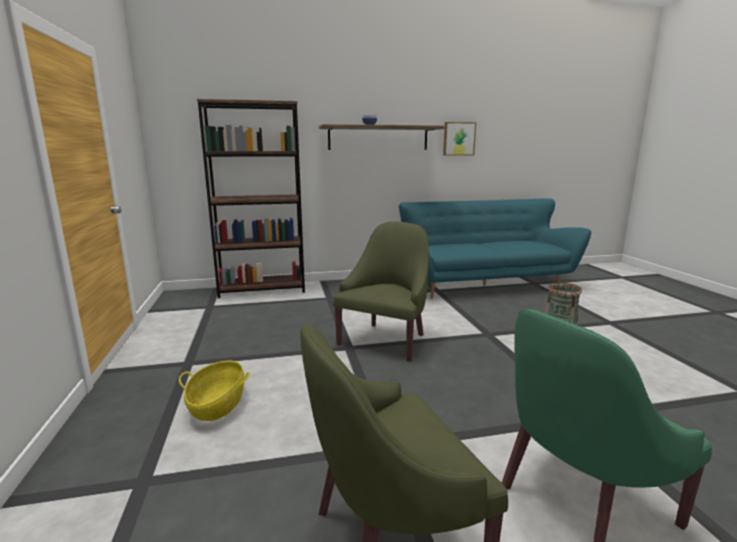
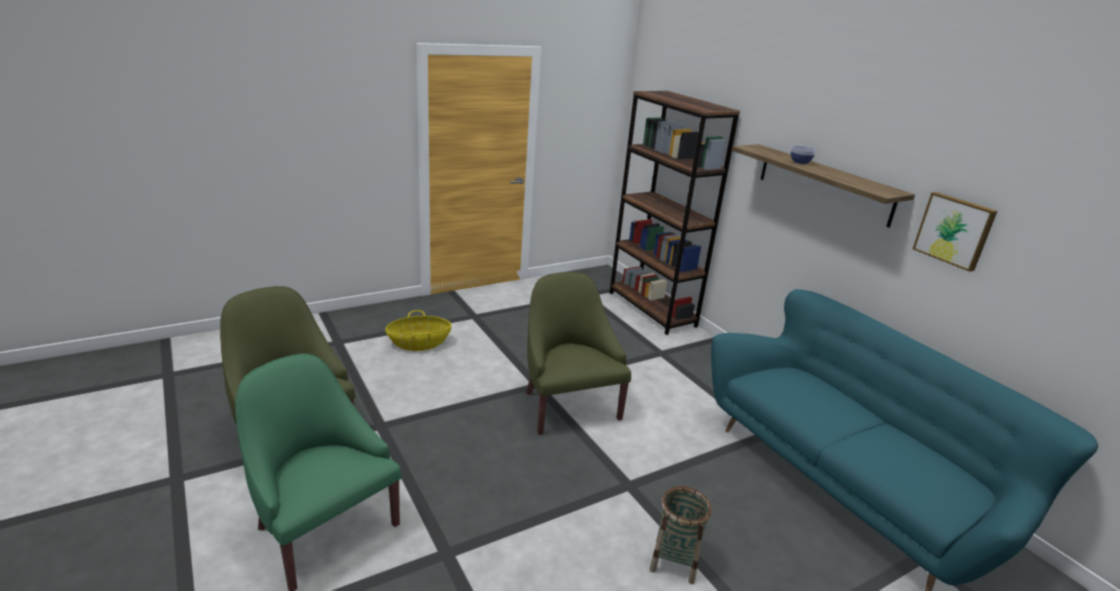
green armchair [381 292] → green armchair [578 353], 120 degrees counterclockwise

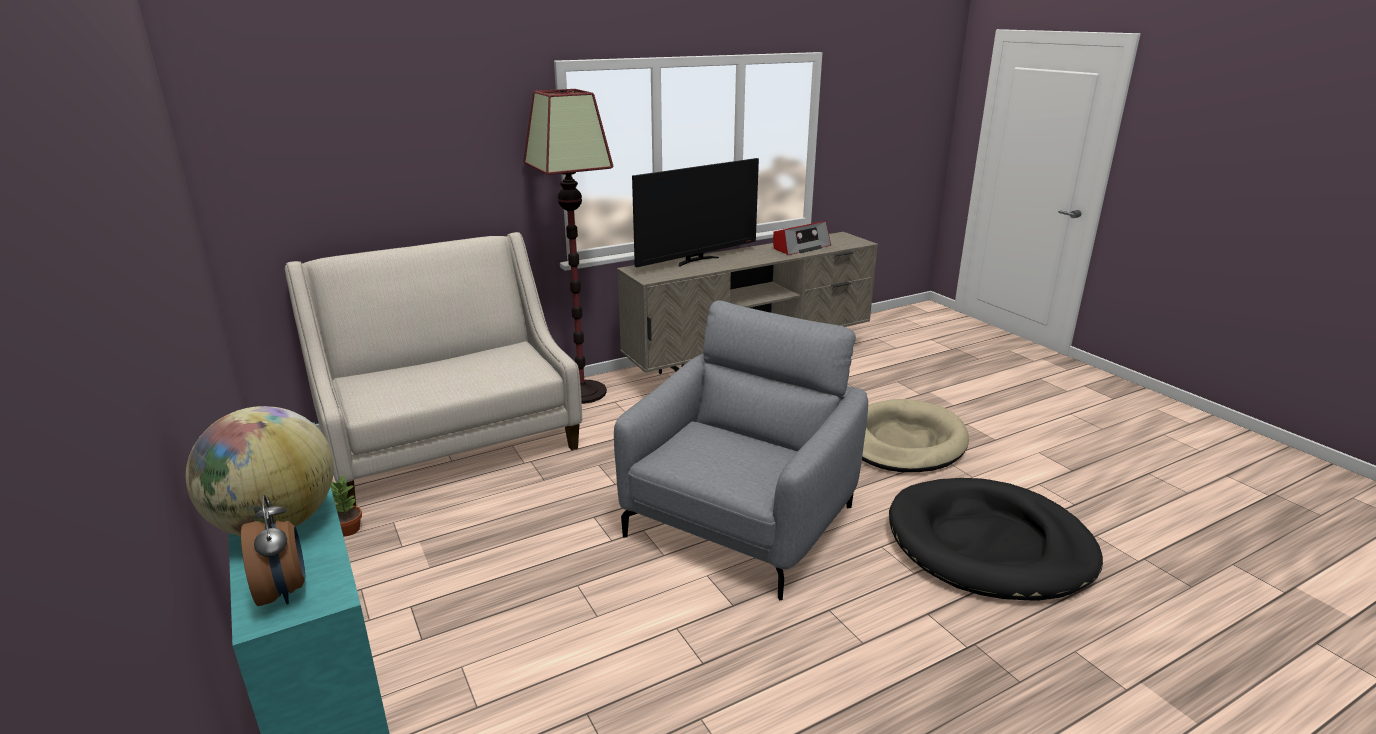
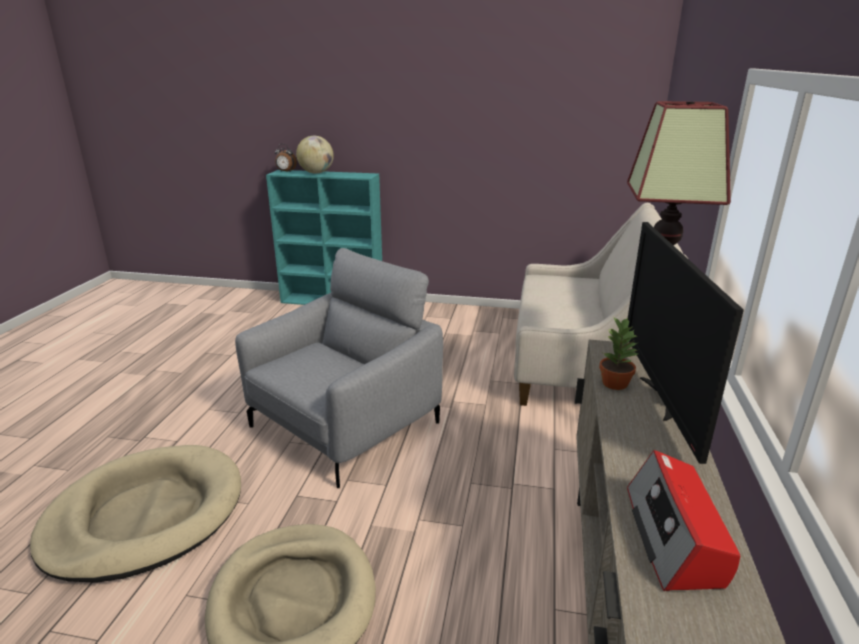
black dog bed [996 539] → beige dog bed [135 514]
grey armchair [741 450] → grey armchair [339 368], 120 degrees counterclockwise
potted plant [346 505] → potted plant [618 353], moved

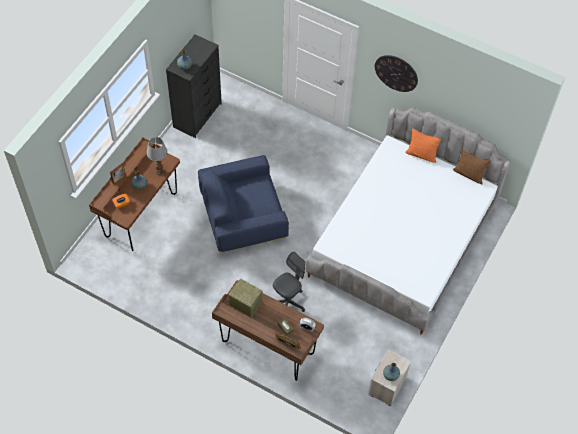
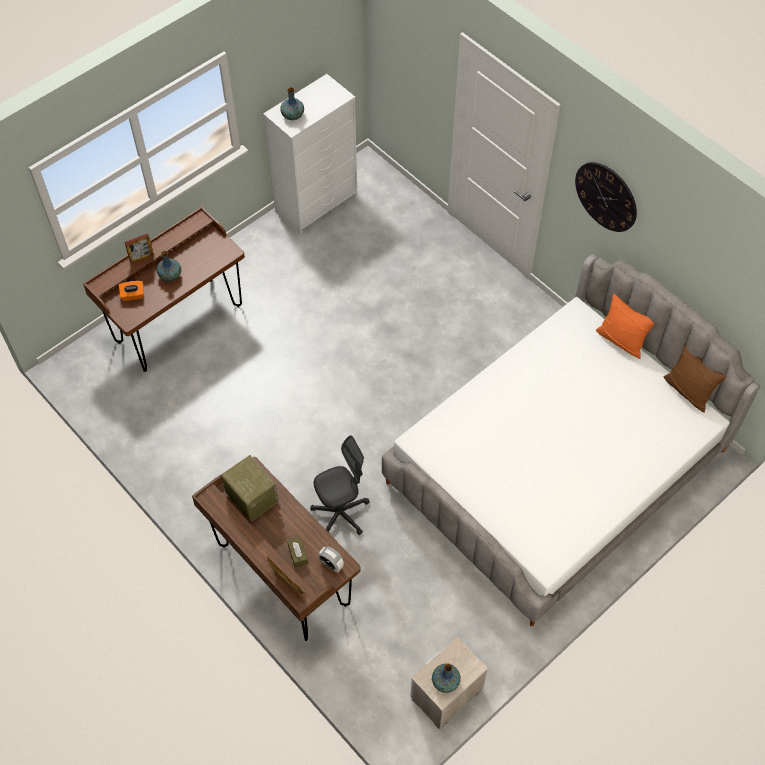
black dresser [194 86] → white dresser [310 154]
table lamp [157 156] → -
blue armchair [243 203] → -

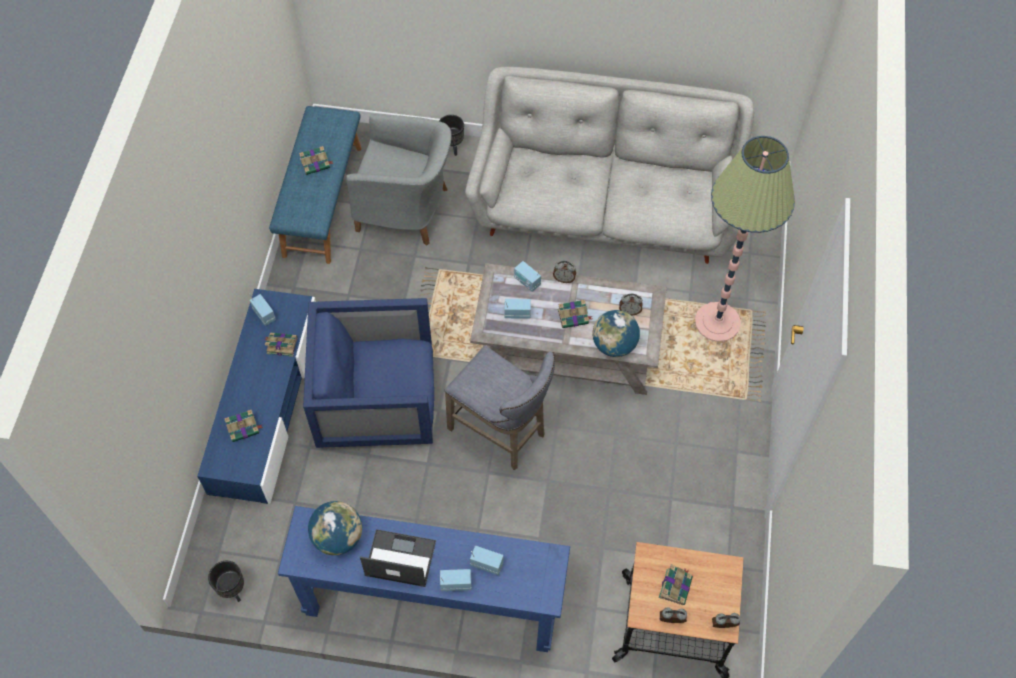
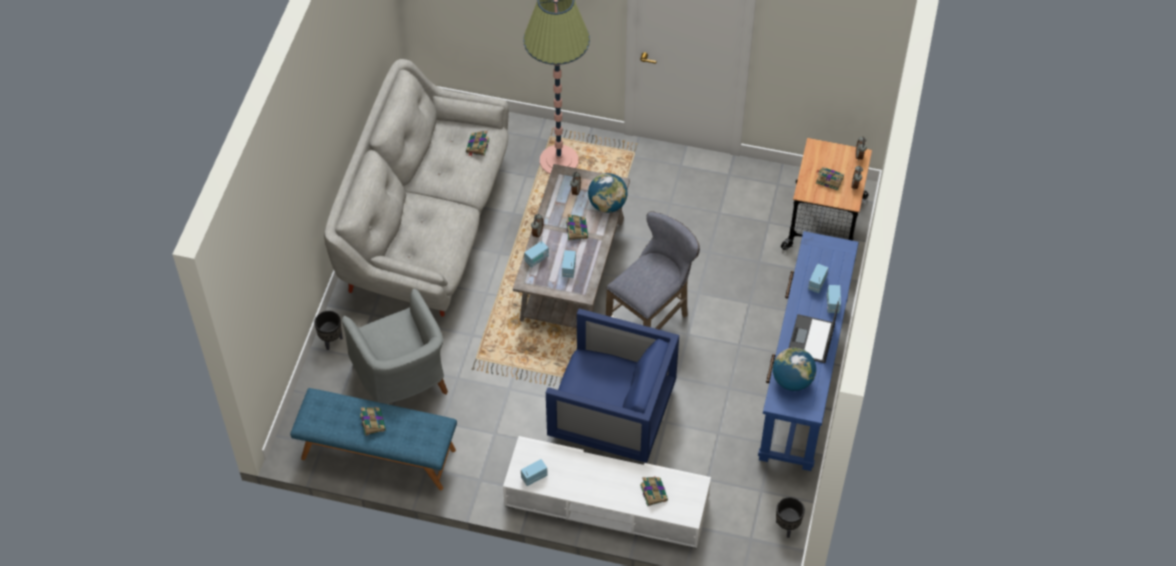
grey armchair [399 180] → grey armchair [395 346], 135 degrees clockwise
book [281 345] → book [478 144], moved
blue tv stand [256 396] → white tv stand [607 492]
blue armchair [368 373] → blue armchair [612 385], 75 degrees counterclockwise

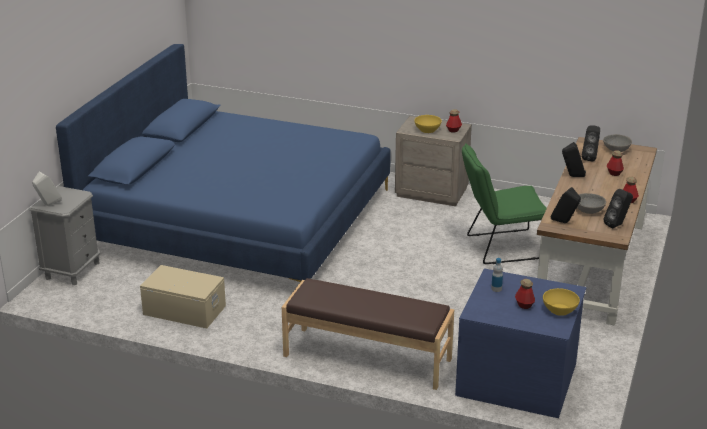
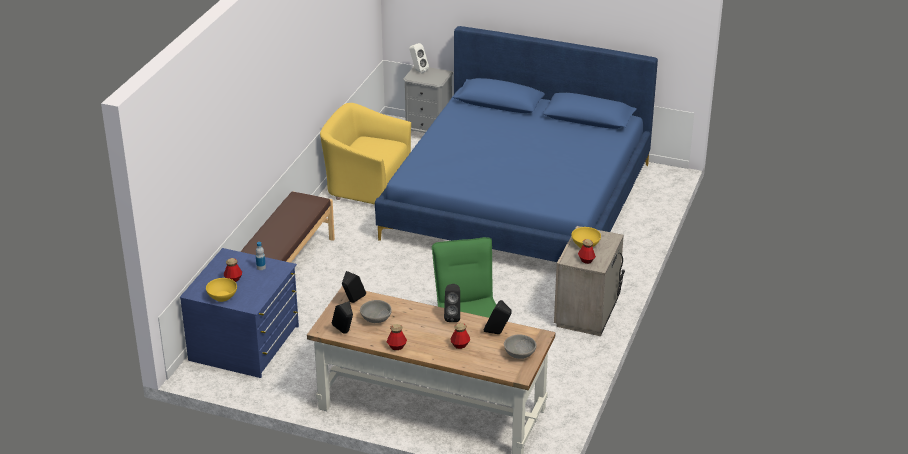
beige storage box [183 297] → yellow armchair [365 154]

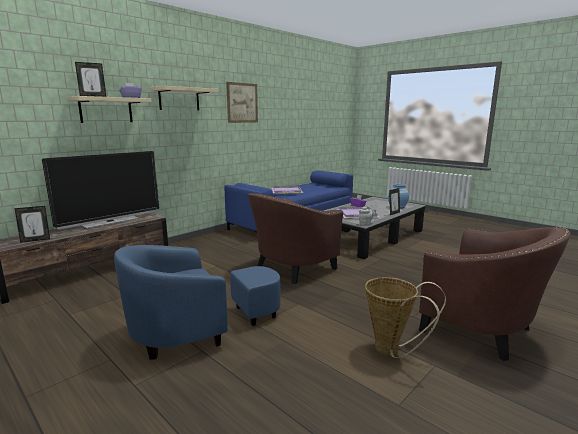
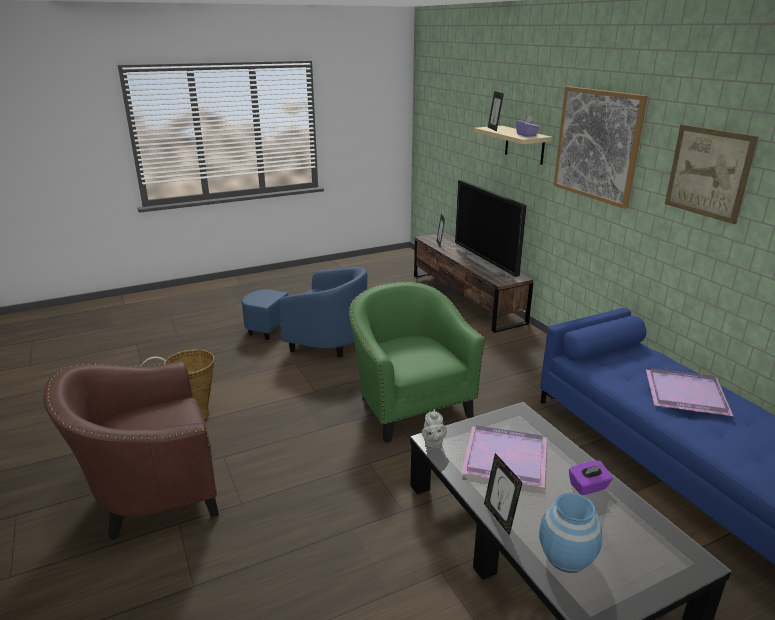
blue armchair [197 302] → blue armchair [304 312], 120 degrees clockwise
brown armchair [295 238] → green armchair [417 362]
beige shelf [184 98] → picture [601 147]

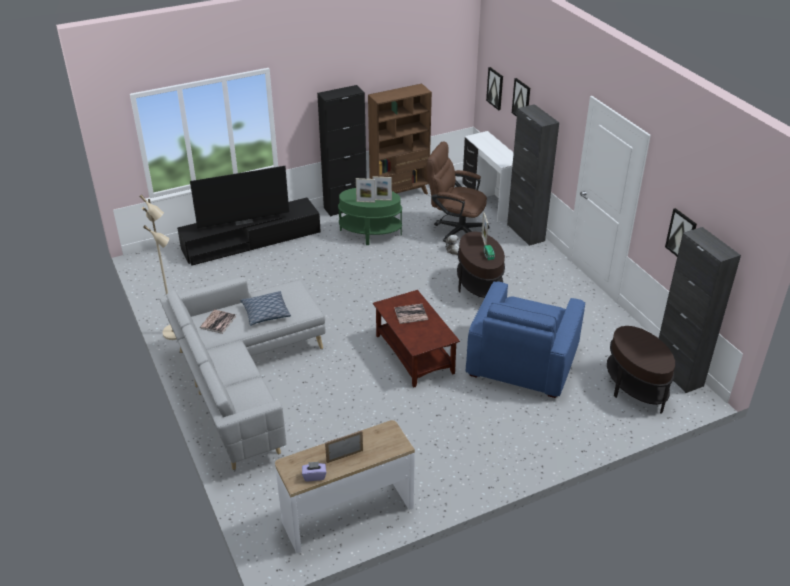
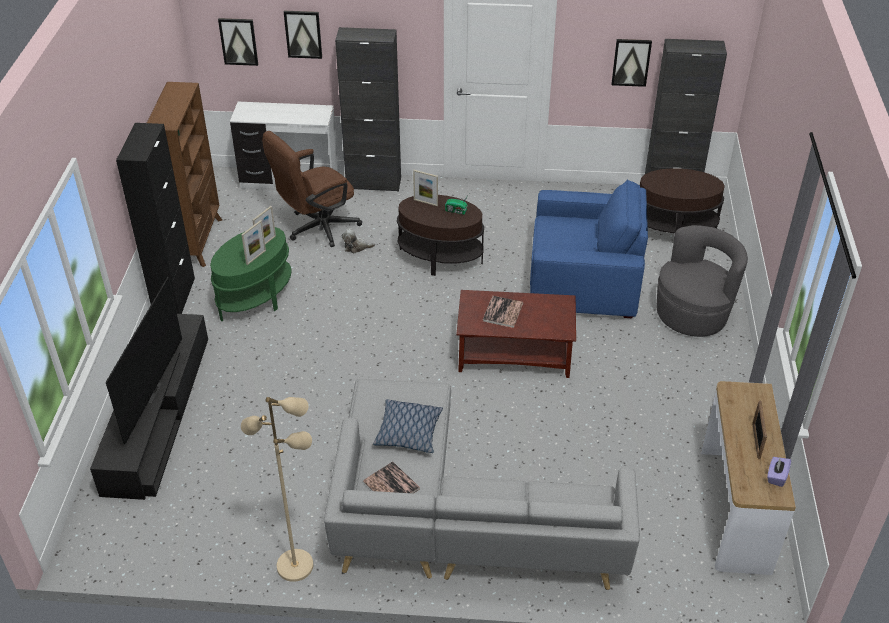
blue armchair [525 340] → blue armchair [589 249], 45 degrees counterclockwise
- → grey armchair [702 281]

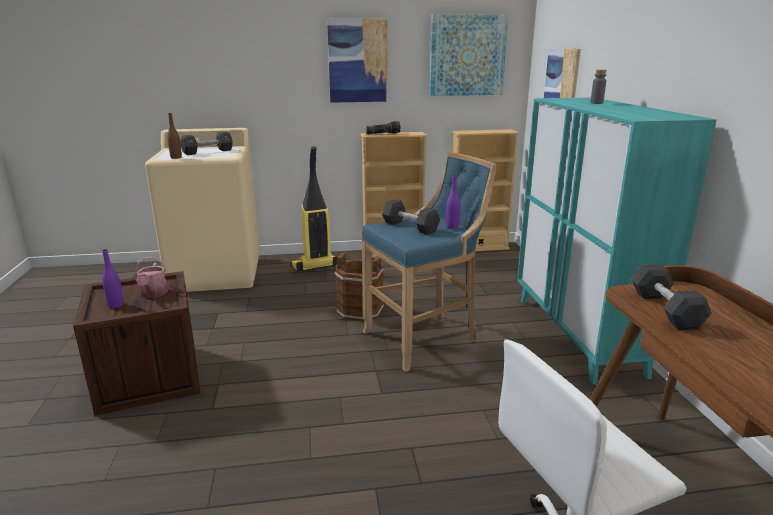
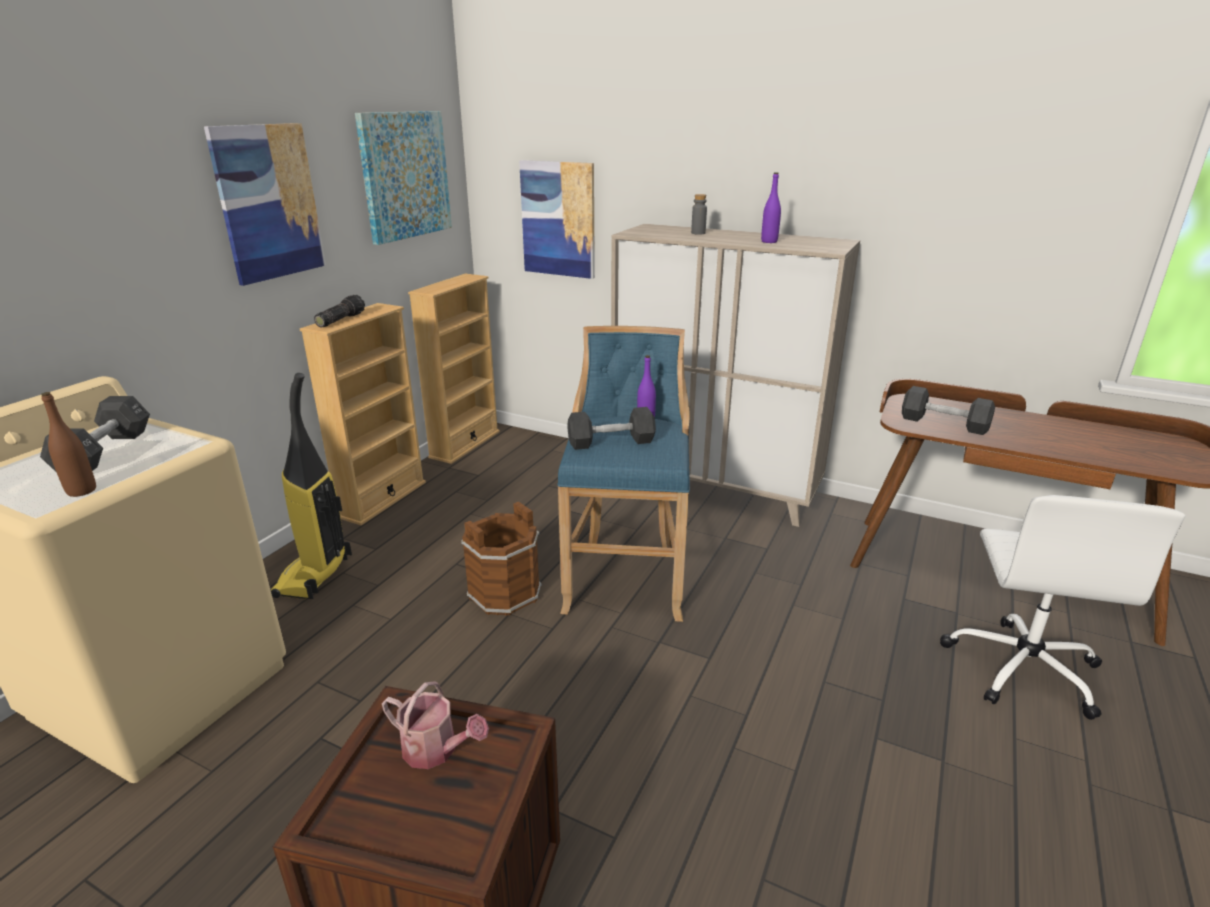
turquoise cabinet [616 241] → beige cabinet [735 375]
purple bottle [113 278] → purple bottle [771 207], moved

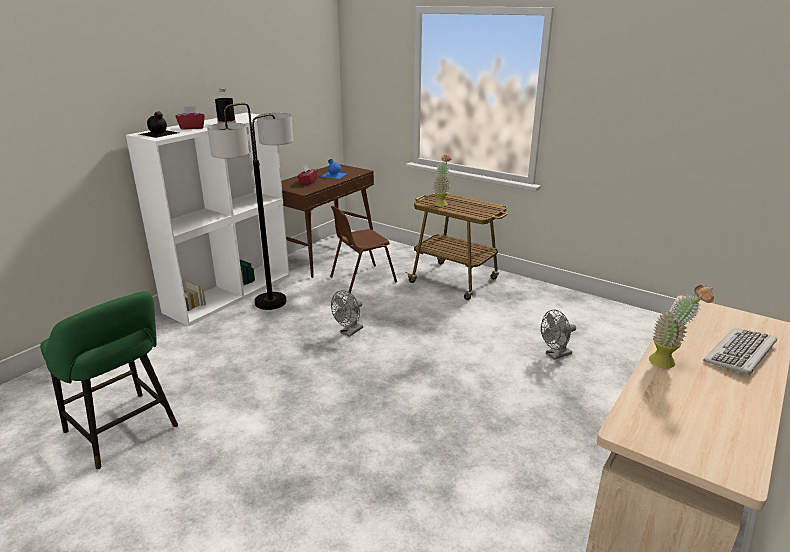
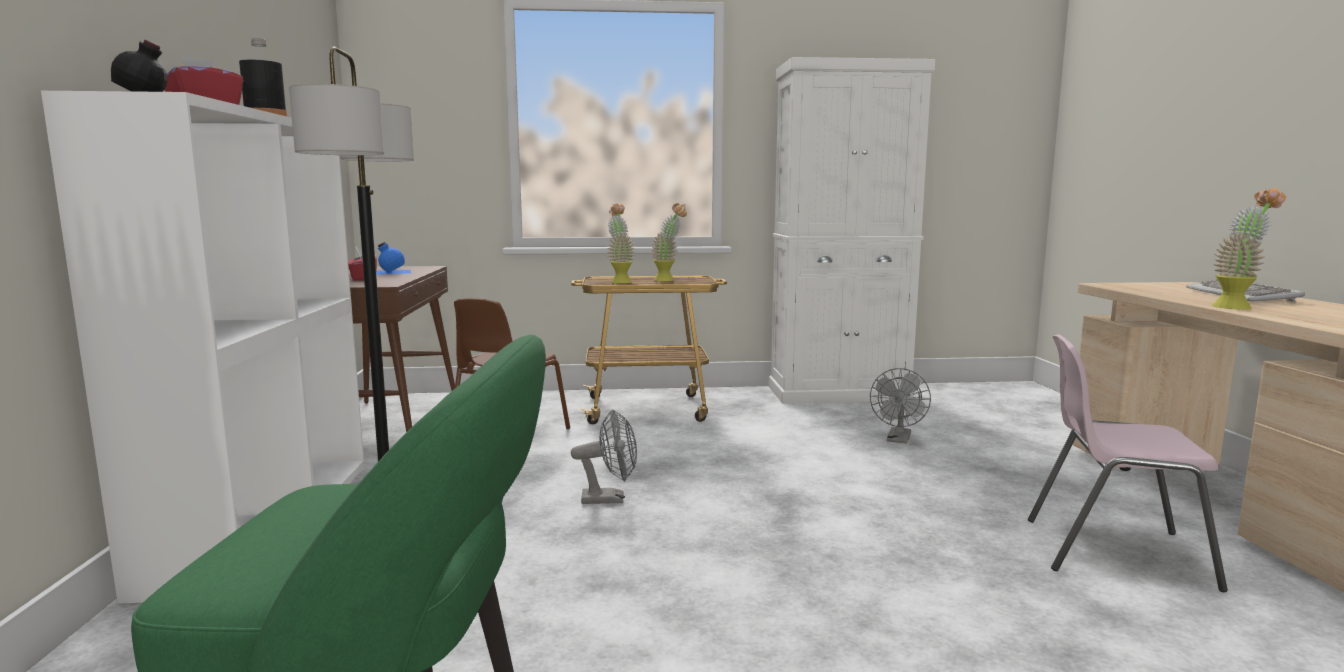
grey fan [347 313] → grey fan [604 456], 90 degrees counterclockwise
- → potted plant [669 242]
- → white cabinet [852 230]
- → pink chair [1128 463]

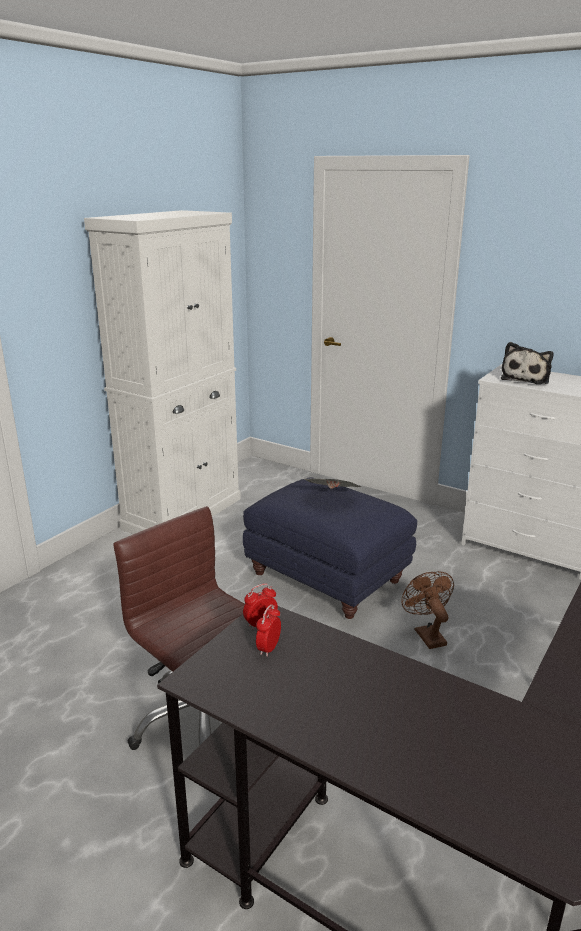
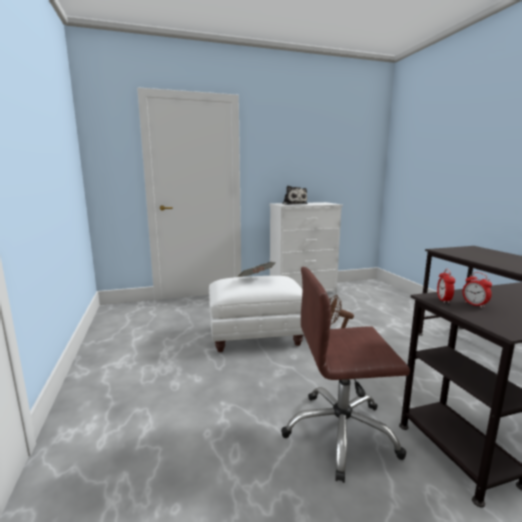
blue ottoman [330 548] → white ottoman [256 314]
white cabinet [162 372] → -

